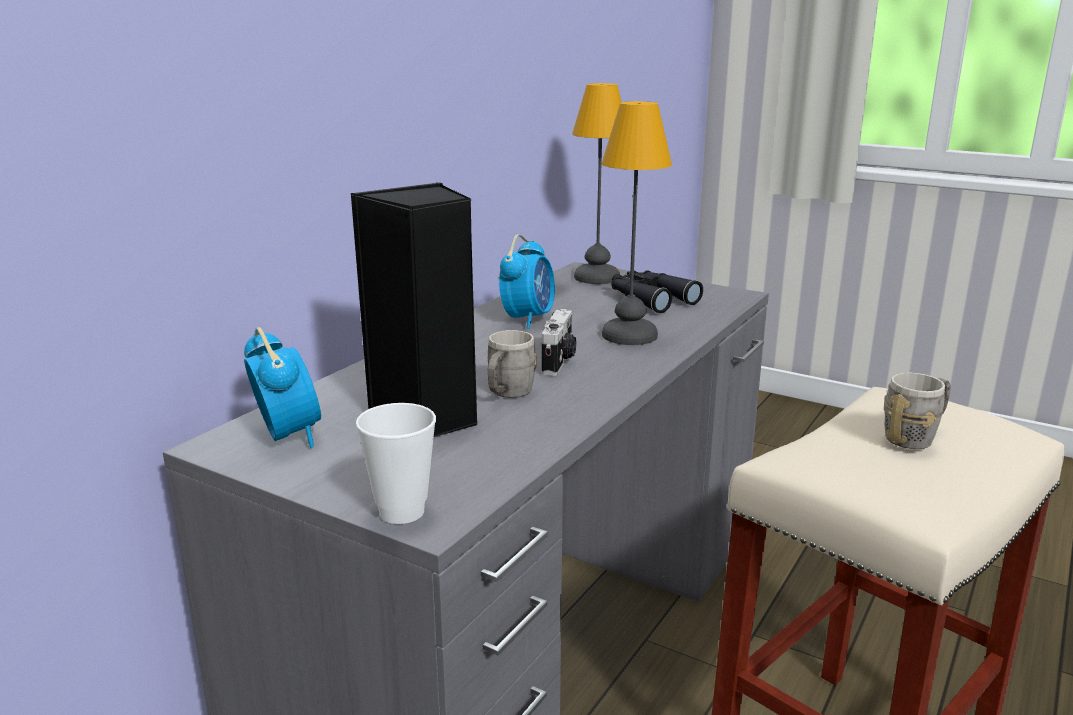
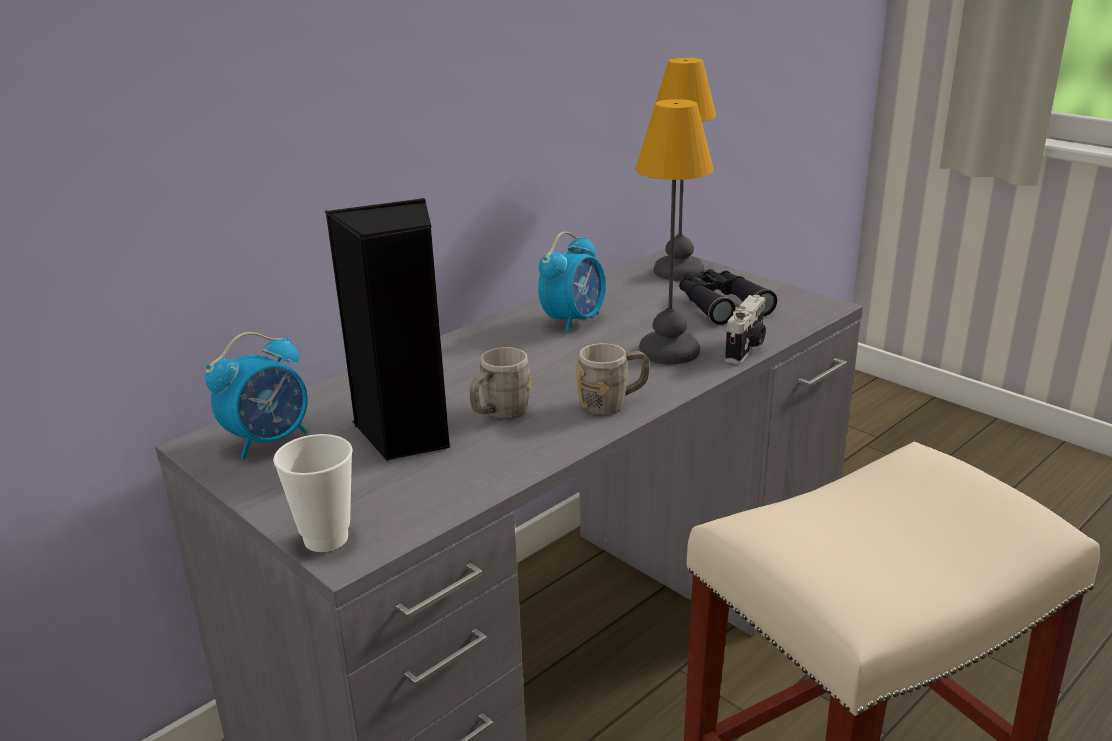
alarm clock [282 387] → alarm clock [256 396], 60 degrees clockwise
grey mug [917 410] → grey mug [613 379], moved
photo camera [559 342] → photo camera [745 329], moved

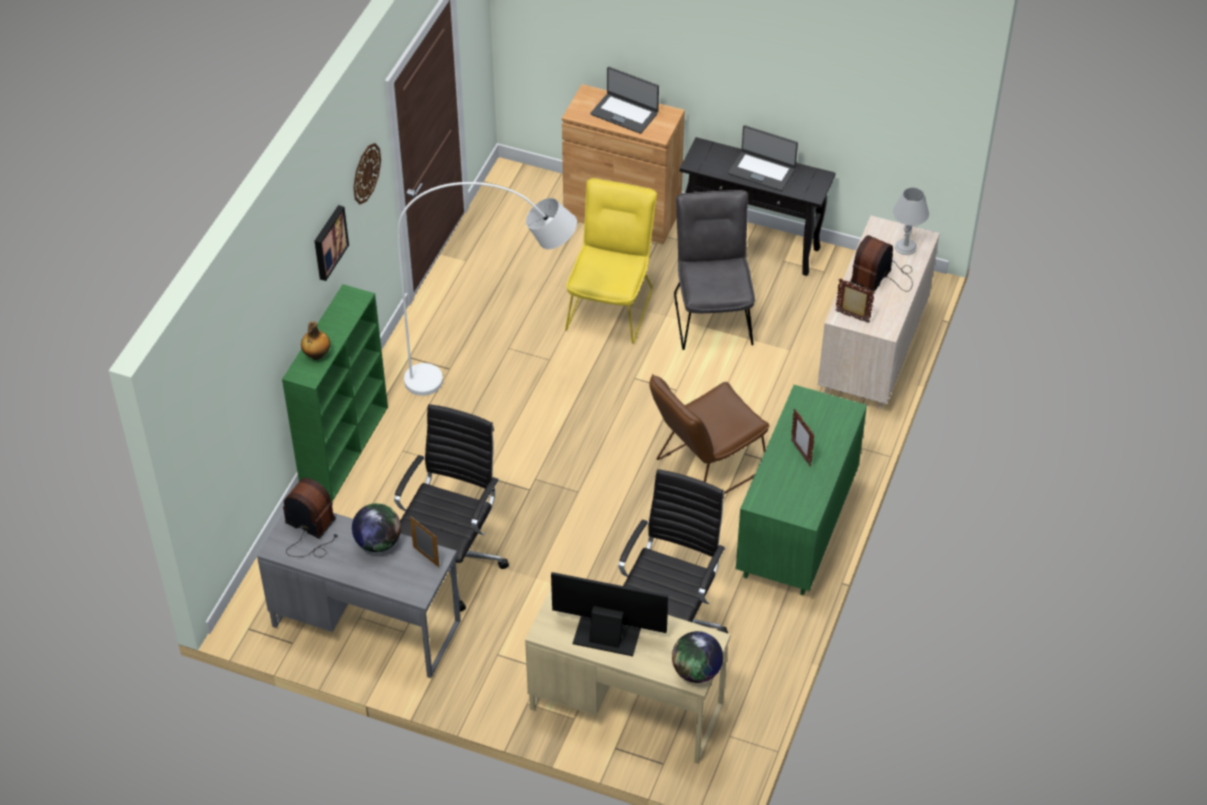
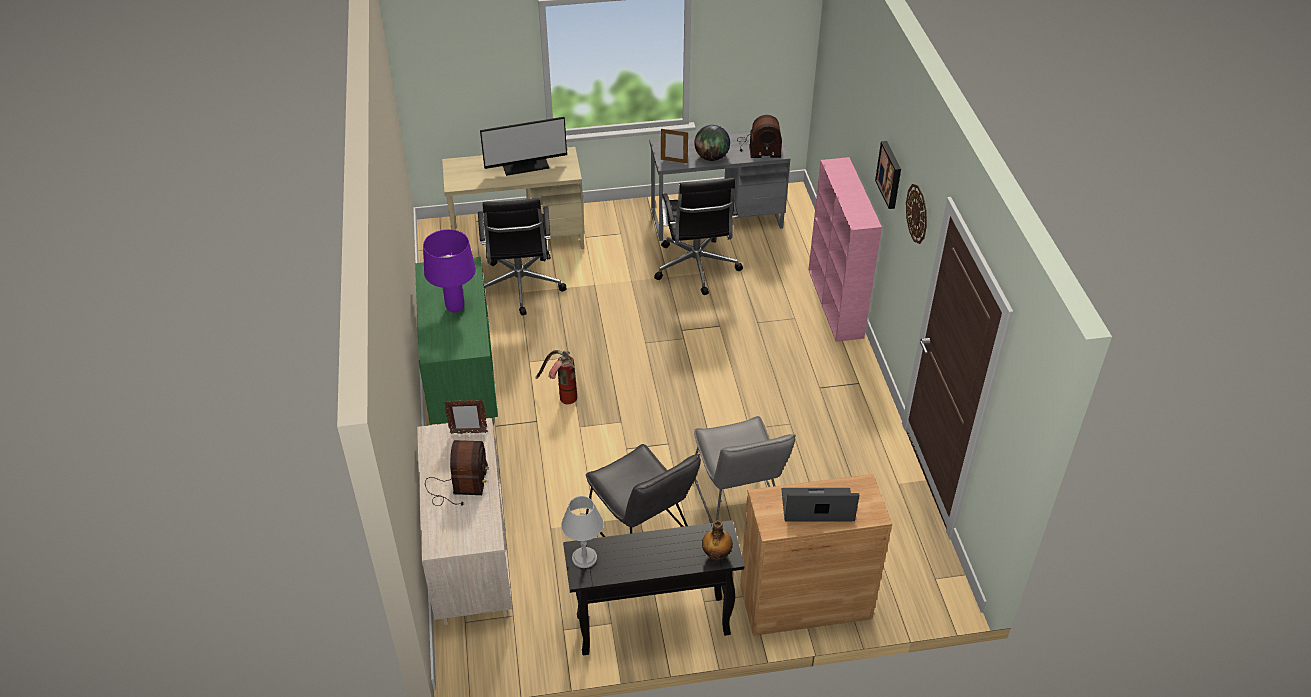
picture frame [803 437] → purple table lamp [449 271]
brown chair [709 434] → fire extinguisher [556 377]
grey table lamp [911 221] → grey table lamp [582 532], moved
yellow chair [611 261] → grey chair [745 469]
bottle [315 340] → bottle [717 540], moved
green bookcase [335 393] → pink bookcase [845 249]
white floor lamp [487 289] → -
globe [697 657] → -
laptop [763 158] → -

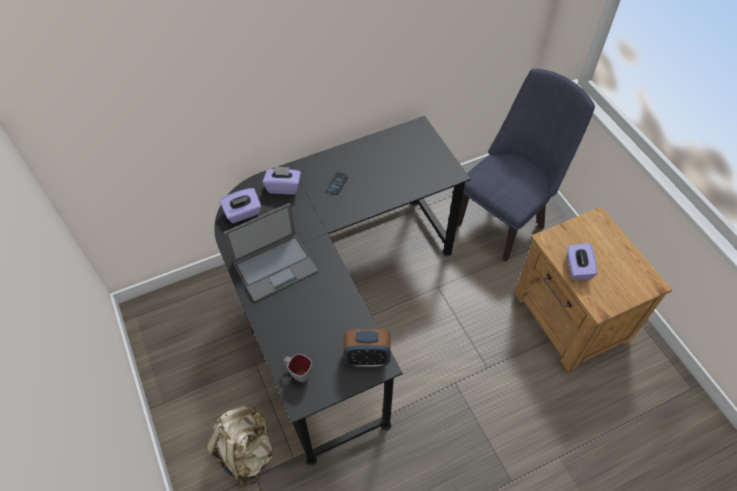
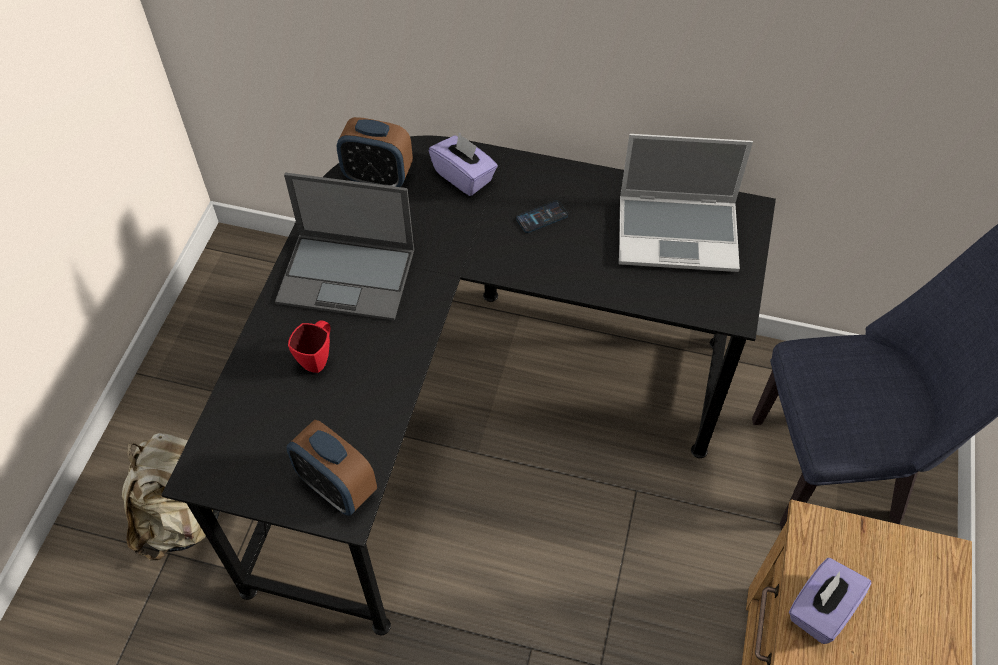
- → red mug [309 346]
purple tissue box [240 205] → alarm clock [375 152]
- → laptop [686 203]
grey mug [297 368] → -

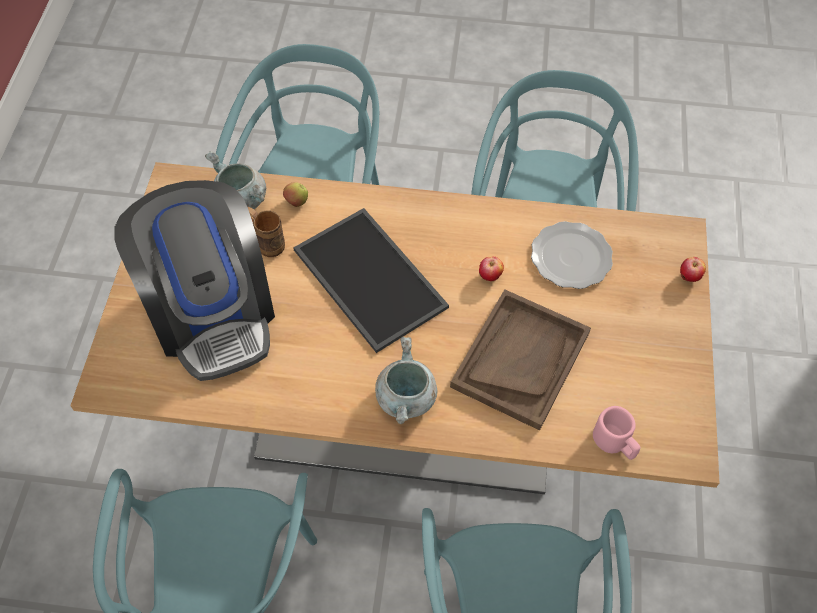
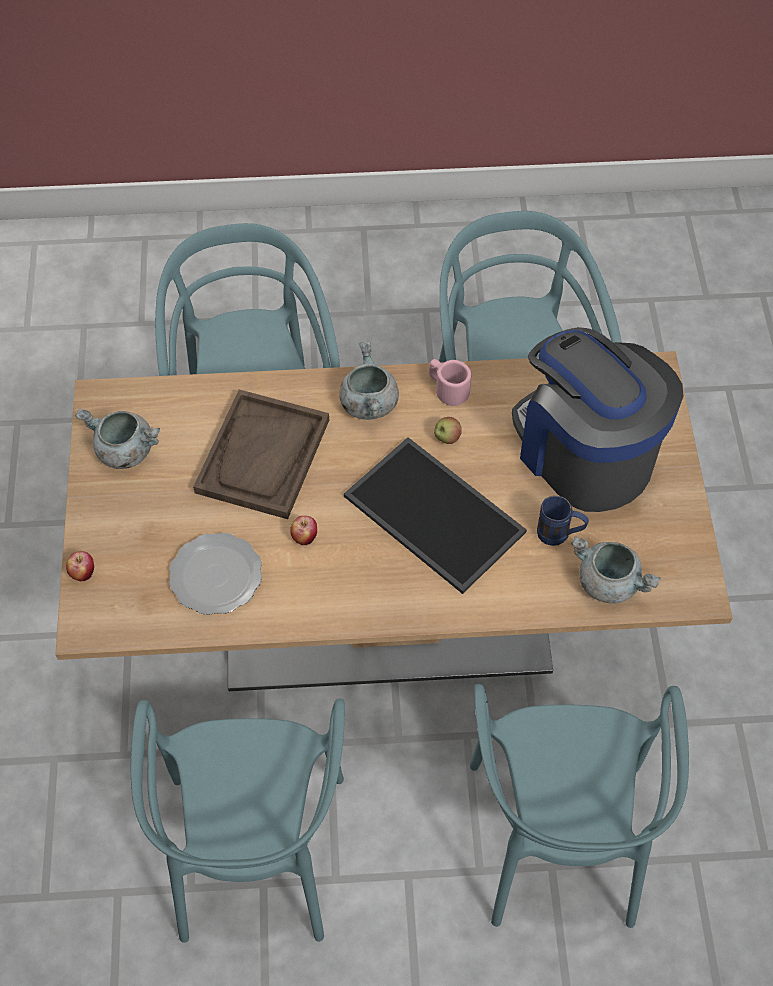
- → grey cooking pot [117 439]
pink mug [616 433] → pink mug [450 382], moved
apple [295 194] → apple [448 430], moved
brown mug [266 232] → blue mug [563 521]

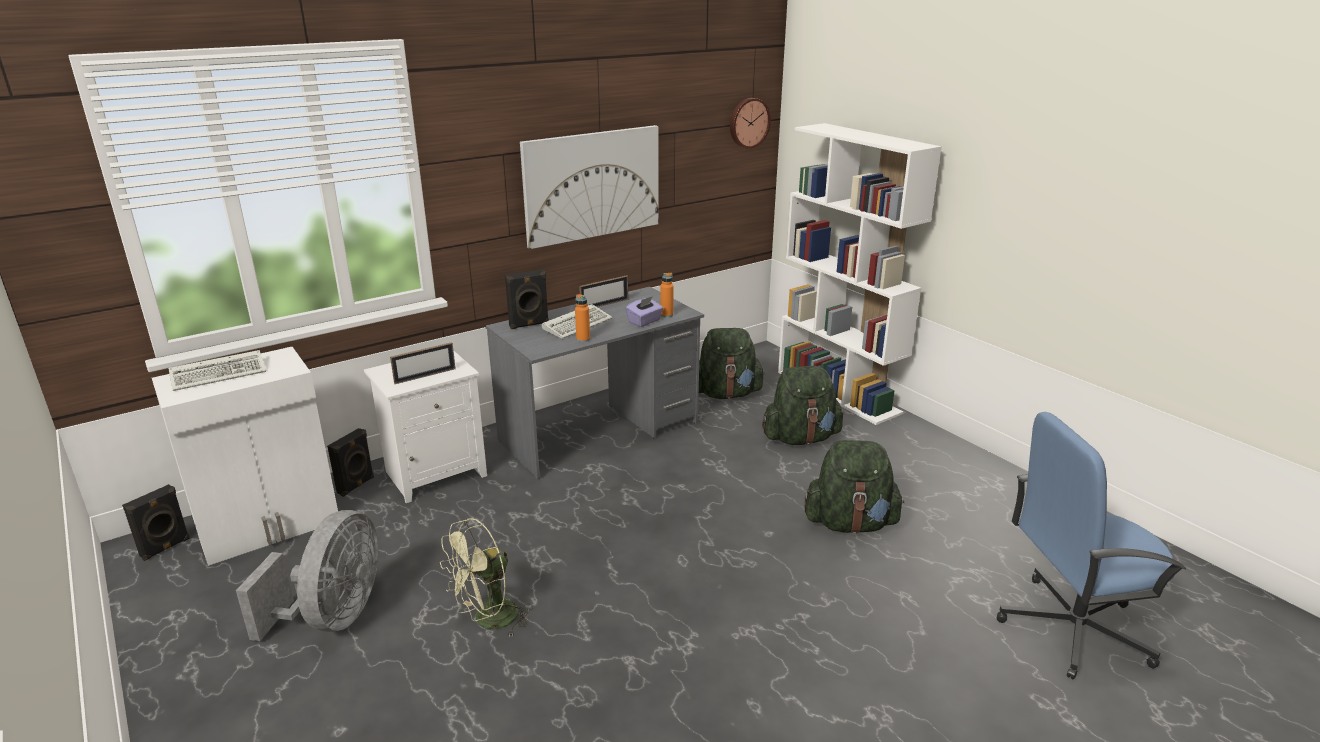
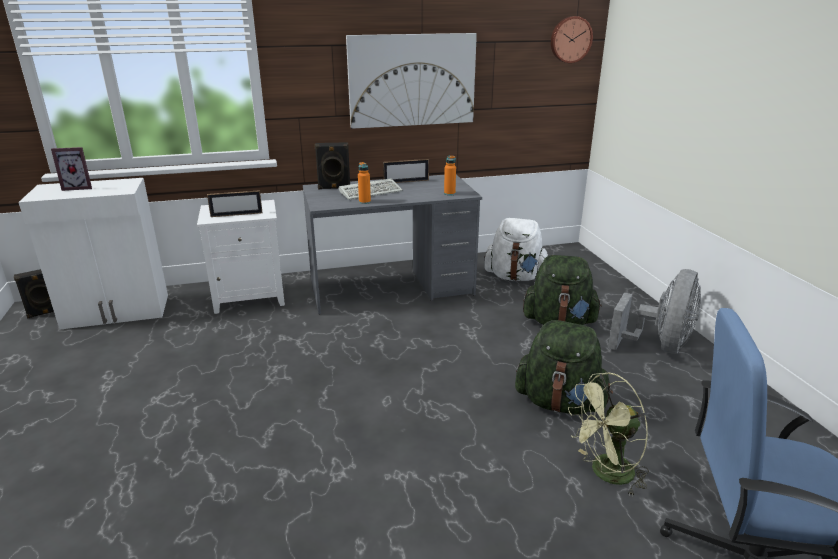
keyboard [217 370] → picture frame [71 169]
green backpack [732 363] → white backpack [516 249]
green fan [486 577] → green fan [608 434], moved
grey fan [307 575] → grey fan [654 311], moved
black speaker [350 462] → -
purple tissue box [644 311] → -
white bookcase [860 274] → -

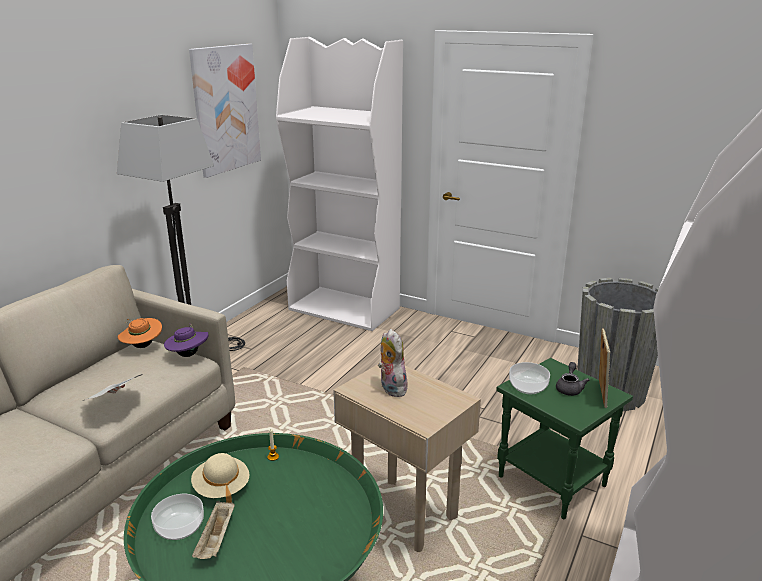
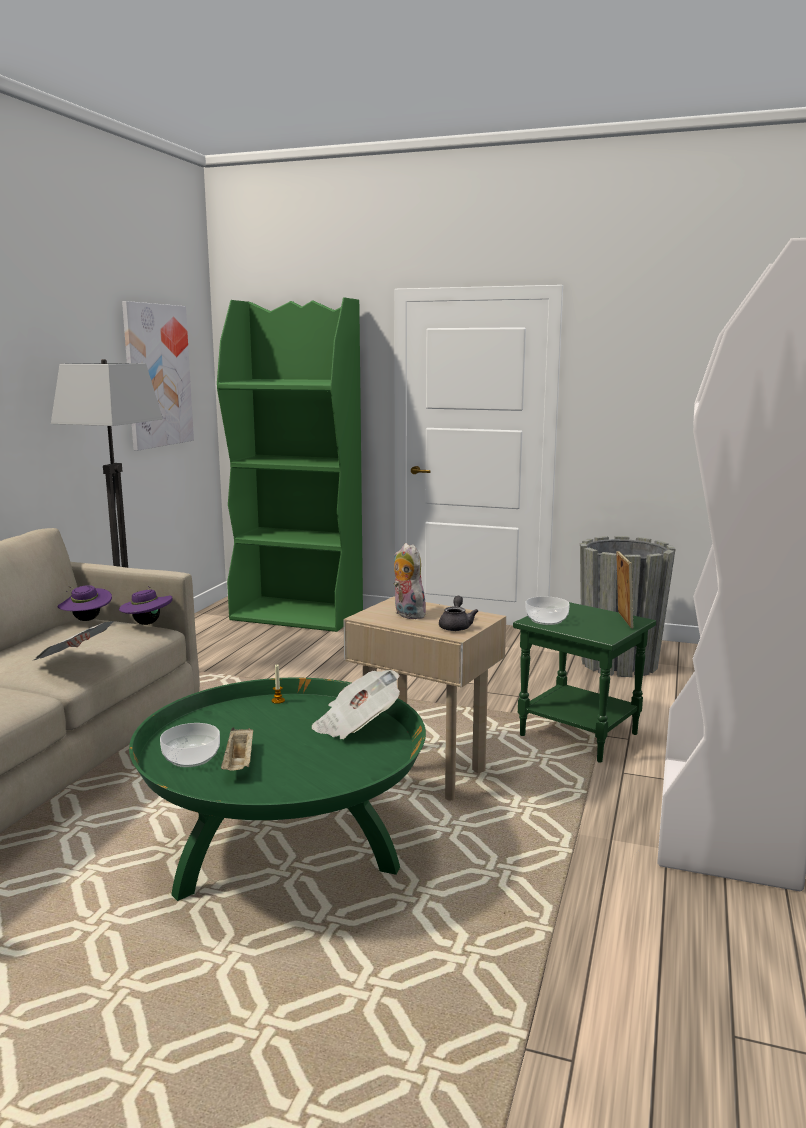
orange hat [140 333] → purple hat [85 603]
white bookcase [339 184] → green bookcase [290 464]
- → newspaper [356 704]
grey teapot [572 379] → grey teapot [458 613], moved
beige hat [220 478] → -

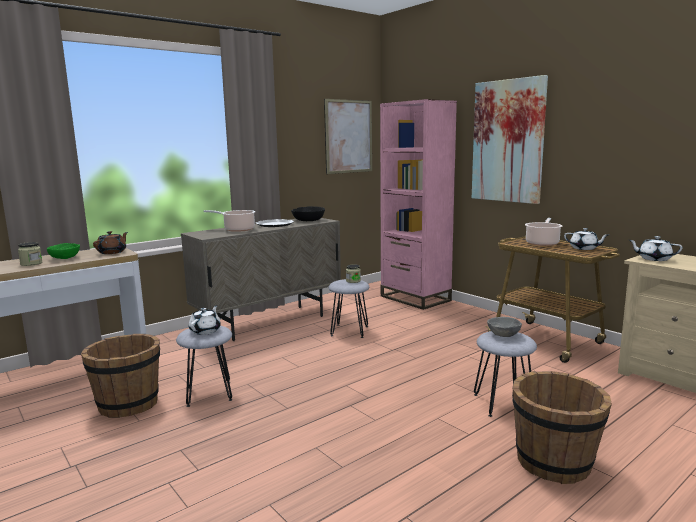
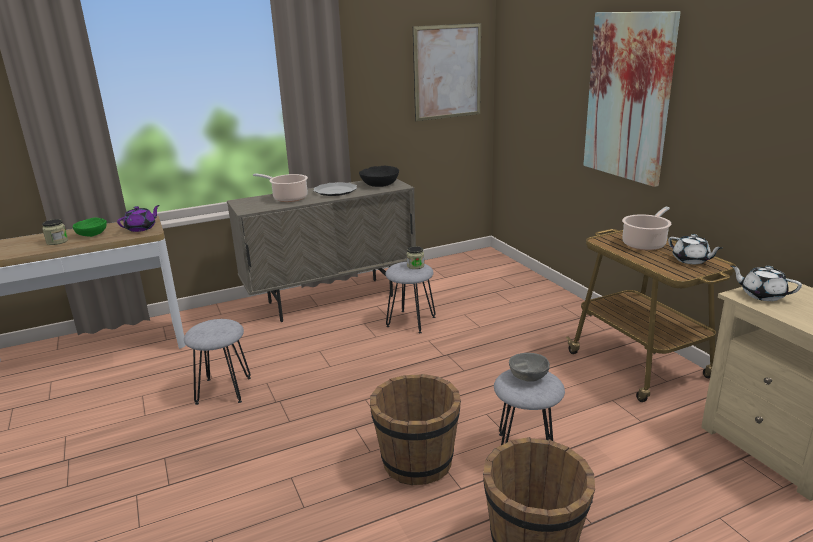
brown teapot [110 242] → purple teapot [138 218]
brown bucket [120 376] → brown bucket [415 429], moved
white teapot [205 320] → -
pink bookcase [418 204] → -

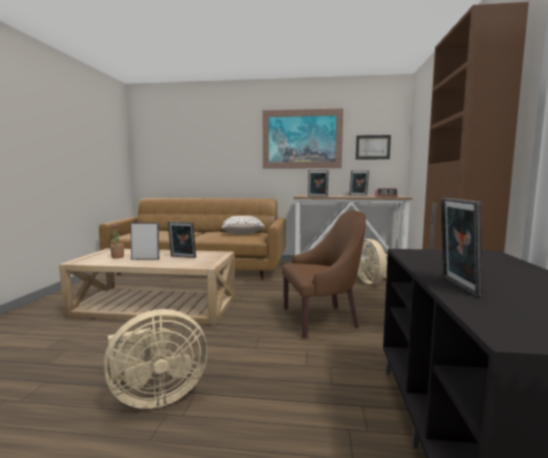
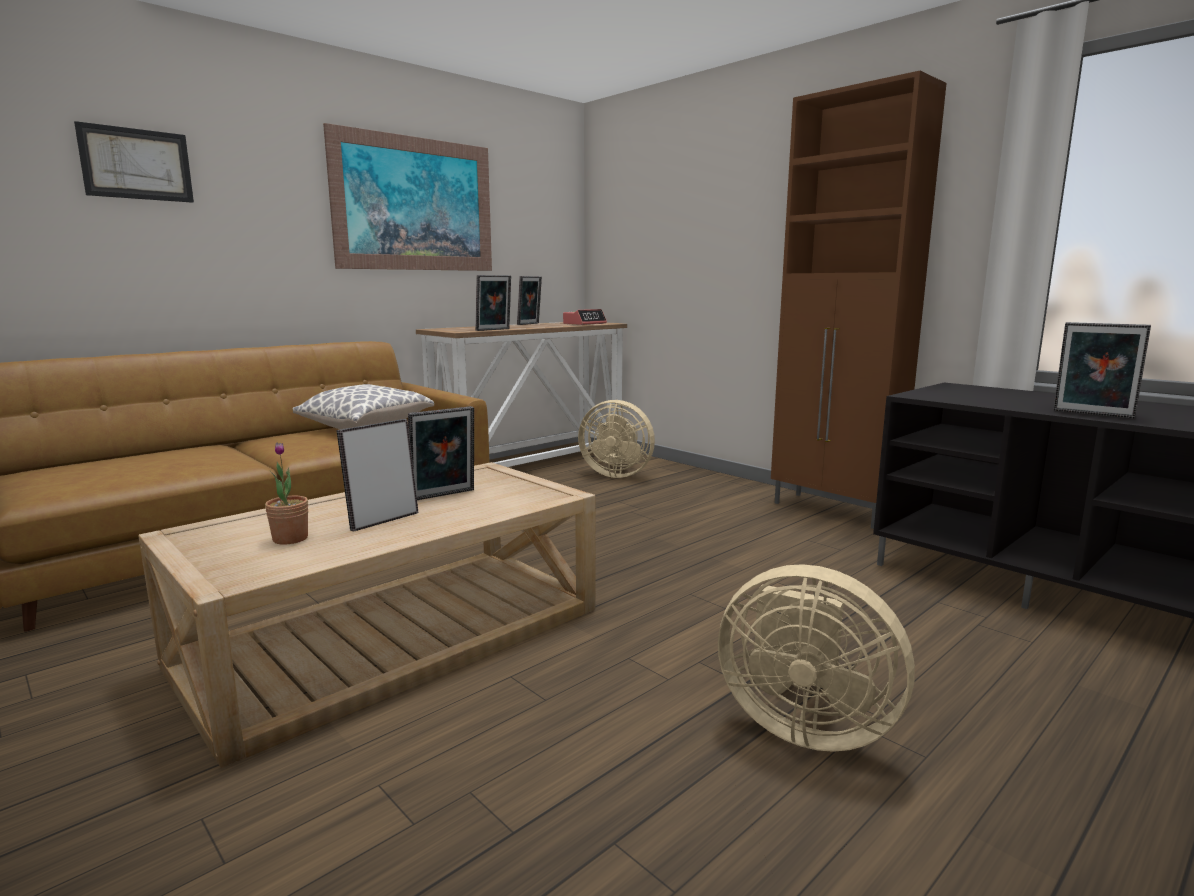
picture [373 147] → picture [134 162], moved
beige fan [155 359] → beige fan [816 658], 105 degrees clockwise
brown armchair [324 274] → -

